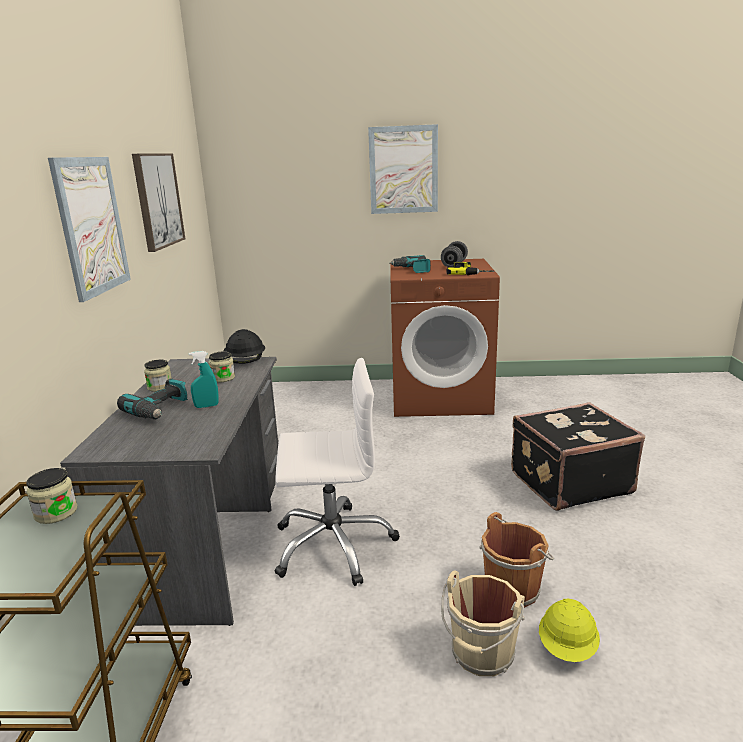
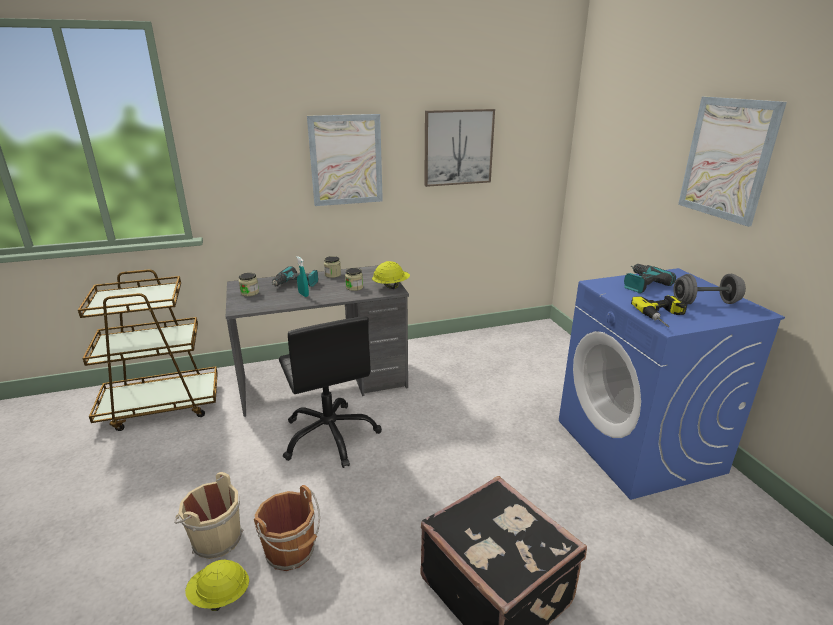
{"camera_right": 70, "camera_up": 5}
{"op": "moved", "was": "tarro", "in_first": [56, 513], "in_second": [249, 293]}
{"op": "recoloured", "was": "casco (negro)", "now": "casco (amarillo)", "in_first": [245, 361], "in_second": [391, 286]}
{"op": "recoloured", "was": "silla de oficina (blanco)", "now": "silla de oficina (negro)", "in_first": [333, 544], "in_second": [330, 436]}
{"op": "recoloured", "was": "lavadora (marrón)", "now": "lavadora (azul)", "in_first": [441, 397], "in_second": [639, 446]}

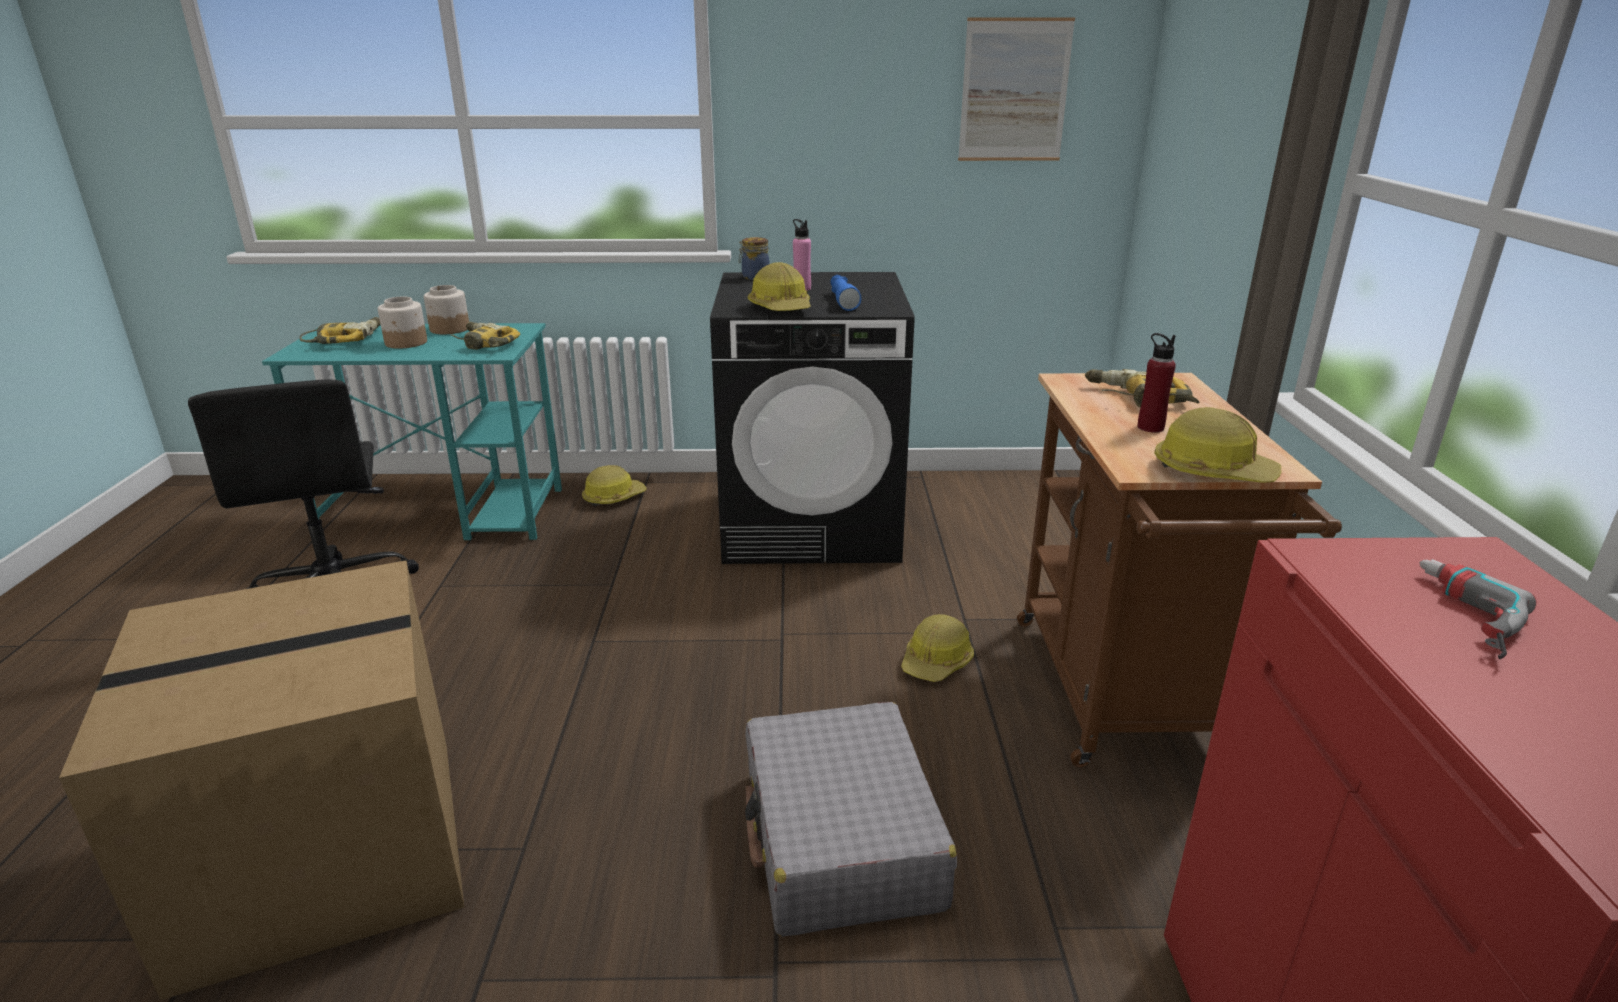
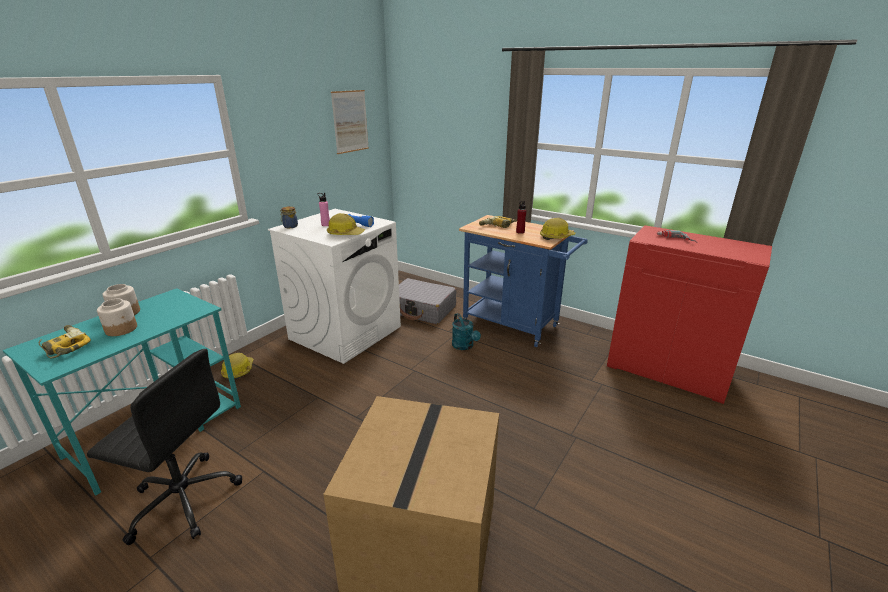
{"camera_right": -55, "camera_up": 0}
{"op": "removed", "was": "taladro", "in_first": [483, 344]}
{"op": "moved", "was": "maleta (gris)", "in_first": [840, 839], "in_second": [422, 309]}
{"op": "replaced", "was": "casco", "now": "regadera (turquesa)", "in_first": [936, 662], "in_second": [464, 346]}
{"op": "recoloured", "was": "lavadora (negro)", "now": "lavadora (blanco)", "in_first": [812, 524], "in_second": [346, 332]}
{"op": "recoloured", "was": "carrito (marrón)", "now": "carrito (azul)", "in_first": [1122, 699], "in_second": [515, 326]}

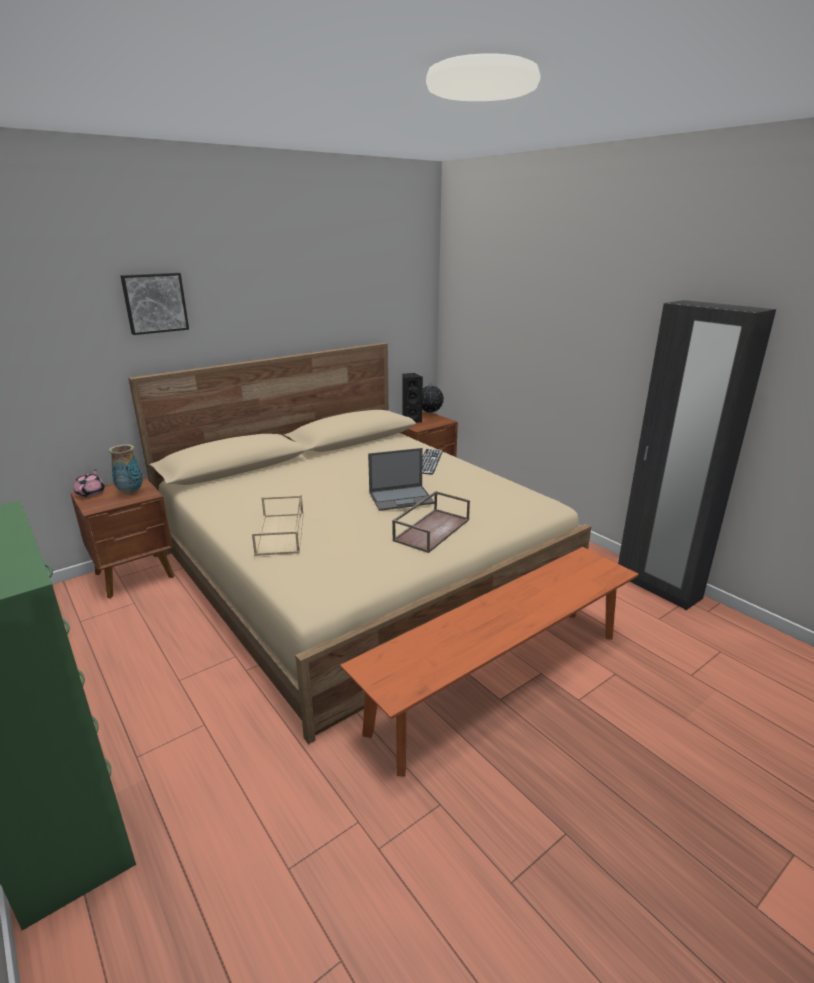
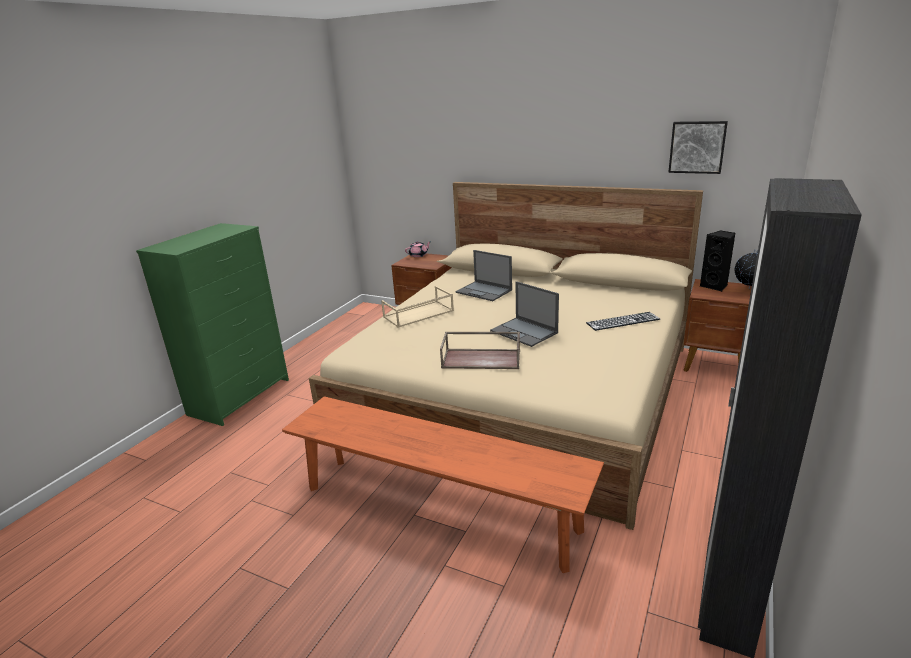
{"camera_right": 65, "camera_up": 0}
{"op": "removed", "was": "florero", "in_first": [130, 492]}
{"op": "added", "now": "portátil", "in_second": [484, 291]}
{"op": "moved", "was": "cuadro", "in_first": [155, 303], "in_second": [697, 147]}

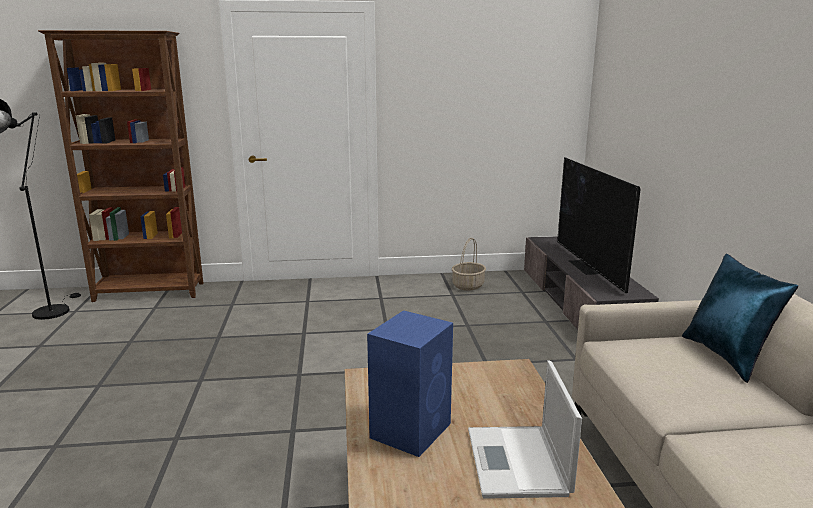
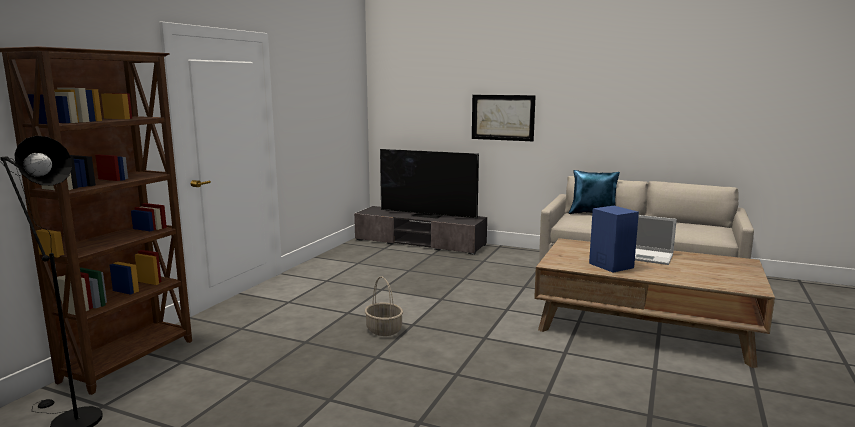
{"camera_right": -60, "camera_up": -5}
{"op": "added", "now": "cuadro", "in_second": [503, 117]}
{"op": "moved", "was": "cesta", "in_first": [468, 285], "in_second": [383, 330]}

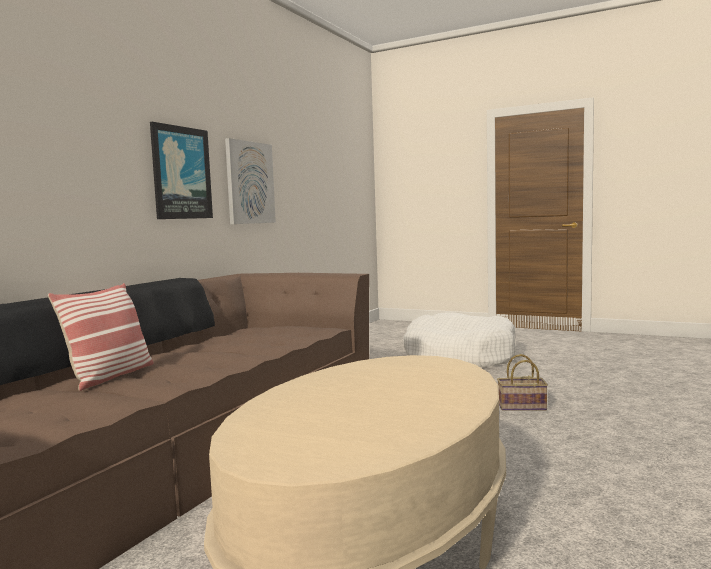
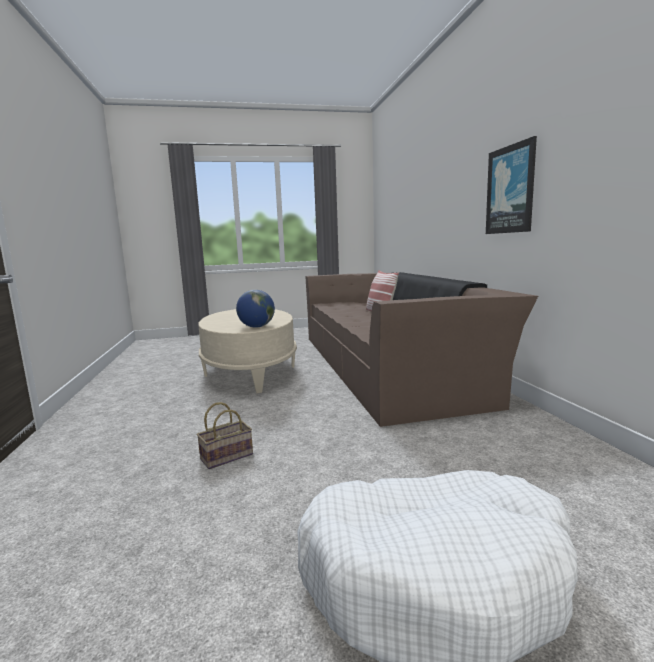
{"camera_right": 140, "camera_up": 5}
{"op": "removed", "was": "cuadro", "in_first": [249, 183]}
{"op": "added", "now": "globo terráqueo", "in_second": [257, 327]}

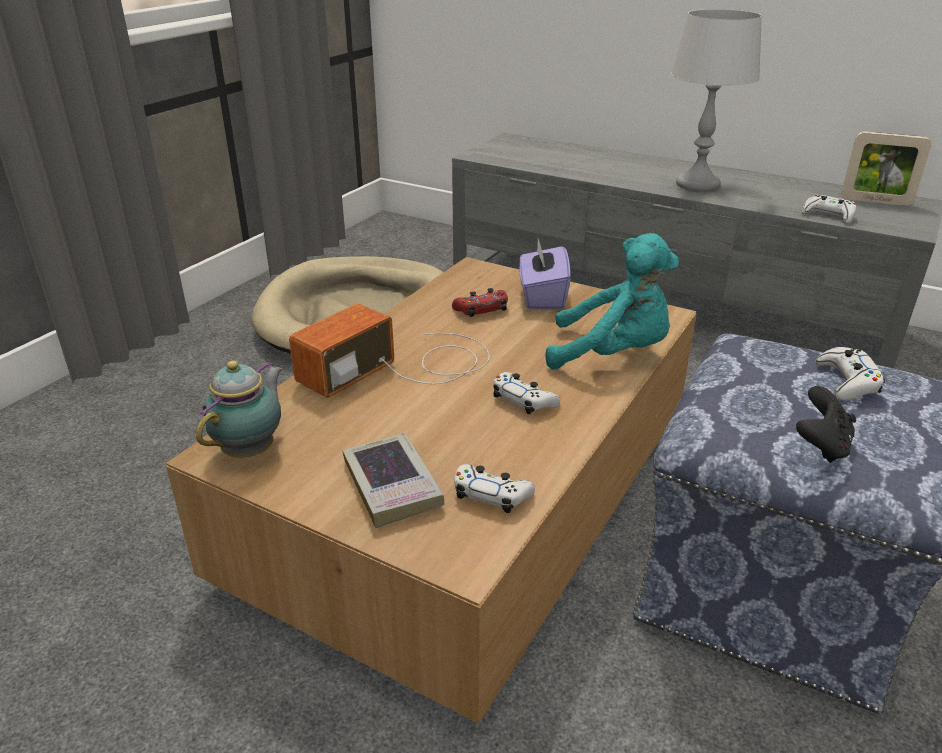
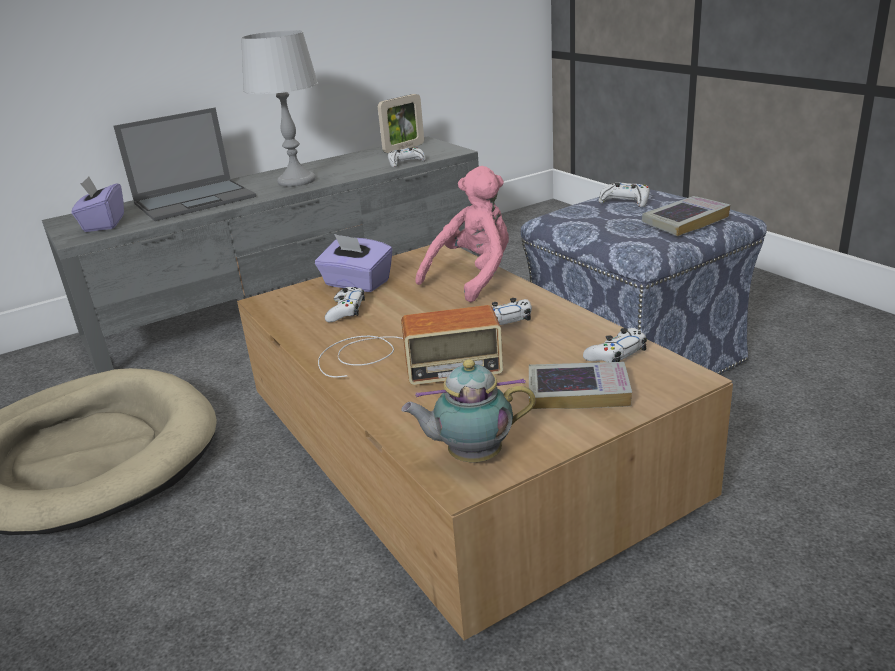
{"camera_right": -60, "camera_up": -5}
{"op": "added", "now": "caja de pañuelos (morado)", "in_second": [103, 223]}
{"op": "added", "now": "portátil", "in_second": [196, 200]}
{"op": "replaced", "was": "mando de consola (negro)", "now": "libro", "in_first": [821, 446], "in_second": [685, 221]}
{"op": "recoloured", "was": "mando de consola (rojo)", "now": "mando de consola (blanco)", "in_first": [481, 309], "in_second": [346, 311]}
{"op": "recoloured", "was": "peluche (turquesa)", "now": "peluche (rosa)", "in_first": [612, 354], "in_second": [473, 277]}
{"op": "turned", "was": "tetera", "in_first": [252, 449], "in_second": [471, 456], "clockwise": -60}
{"op": "turned", "was": "radio", "in_first": [404, 366], "in_second": [402, 360], "clockwise": -75}

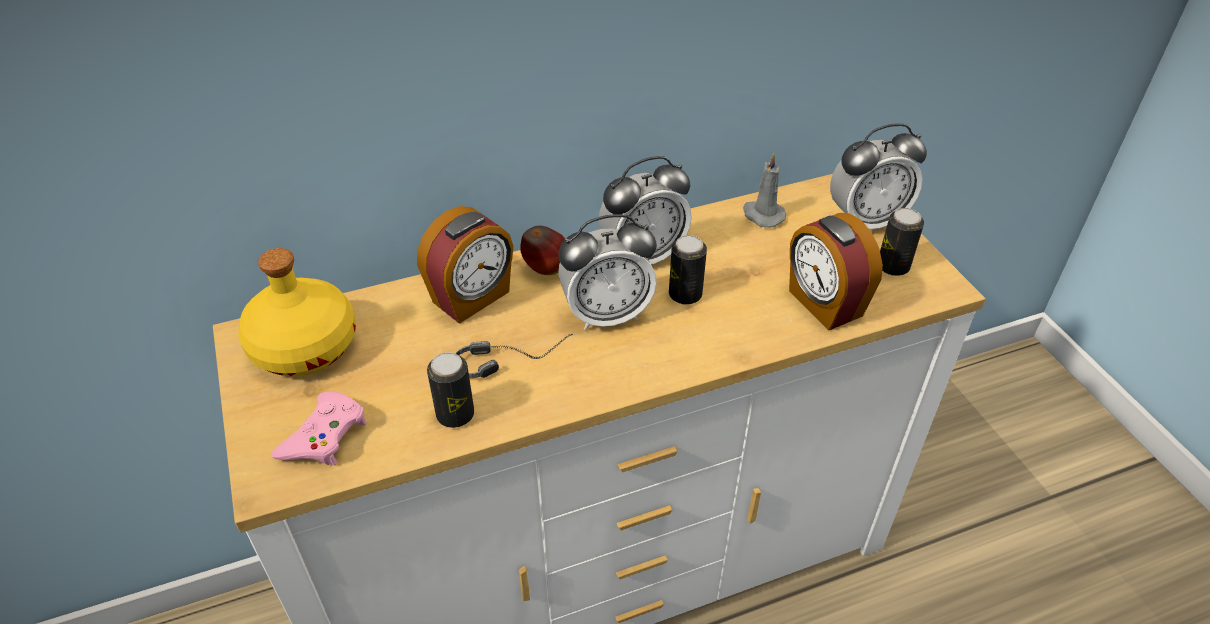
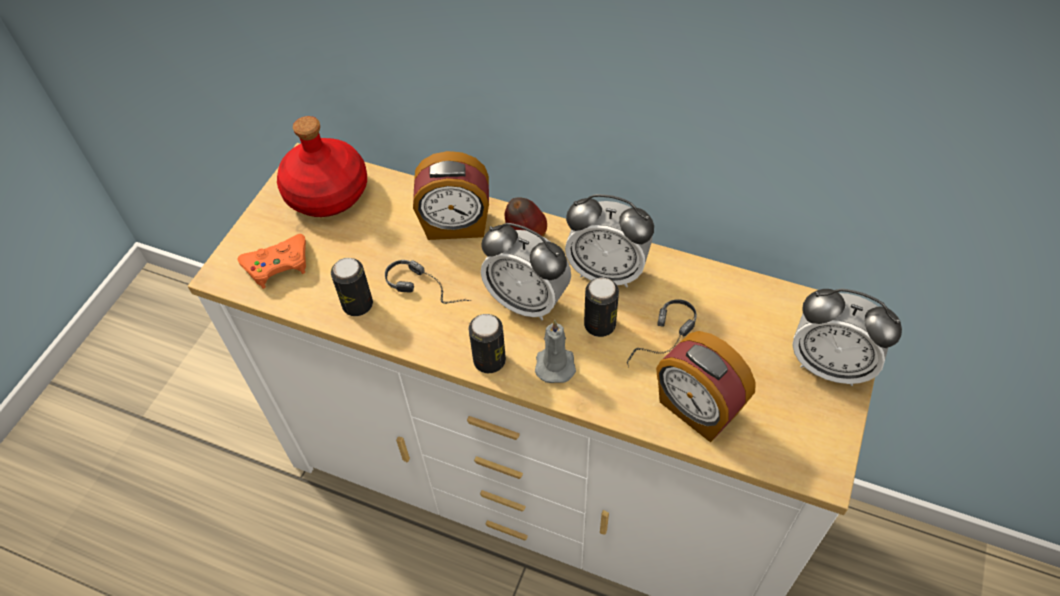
{"camera_right": 45, "camera_up": 10}
{"op": "added", "now": "auriculares", "in_second": [662, 345]}
{"op": "moved", "was": "vela (gris)", "in_first": [762, 215], "in_second": [555, 363]}
{"op": "moved", "was": "lata", "in_first": [893, 266], "in_second": [489, 361]}
{"op": "recoloured", "was": "botella (amarillo)", "now": "botella (rojo)", "in_first": [306, 346], "in_second": [328, 193]}
{"op": "recoloured", "was": "mando de consola (rosa)", "now": "mando de consola (naranja)", "in_first": [324, 436], "in_second": [277, 264]}
{"op": "turned", "was": "despertador", "in_first": [823, 304], "in_second": [696, 409], "clockwise": -60}

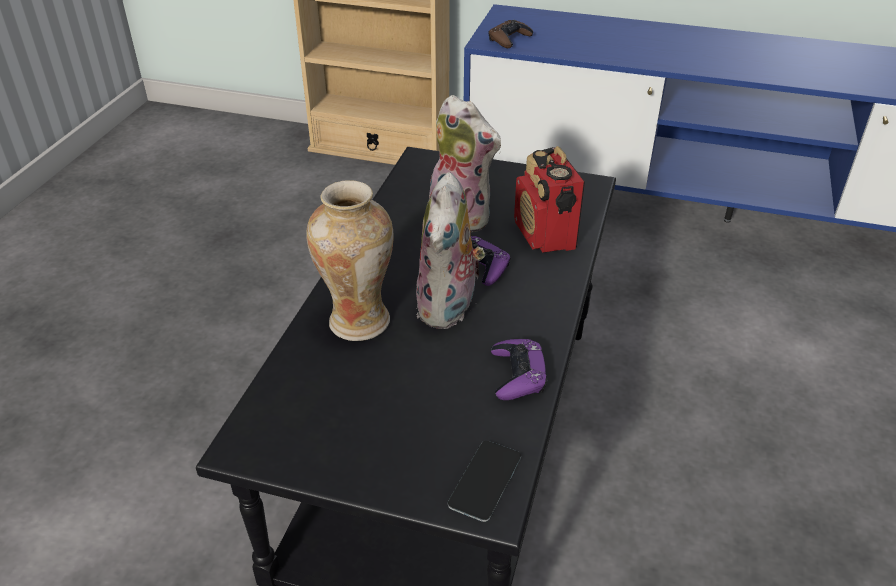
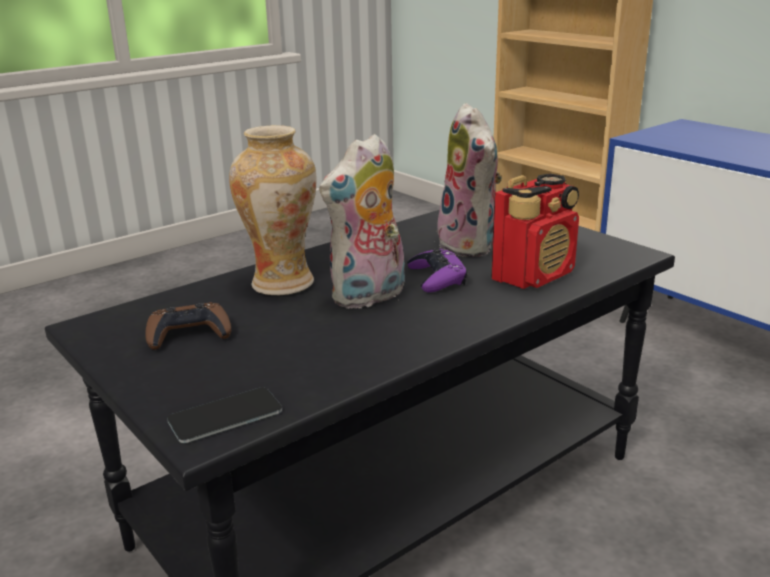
{"camera_right": 35, "camera_up": -15}
{"op": "removed", "was": "mando de consola (morado)", "in_first": [518, 375]}
{"op": "moved", "was": "mando de consola (marrón)", "in_first": [509, 39], "in_second": [189, 334]}
{"op": "turned", "was": "radio", "in_first": [545, 236], "in_second": [534, 275], "clockwise": -150}

